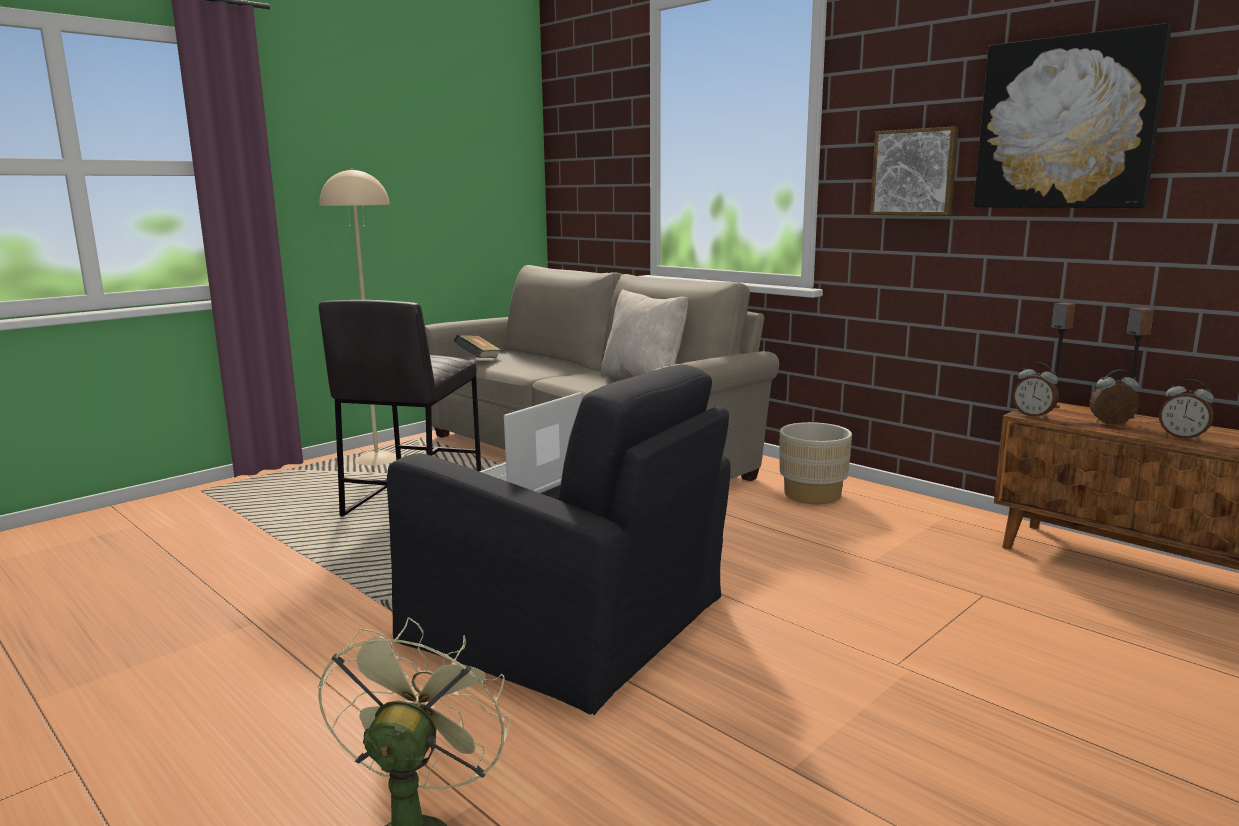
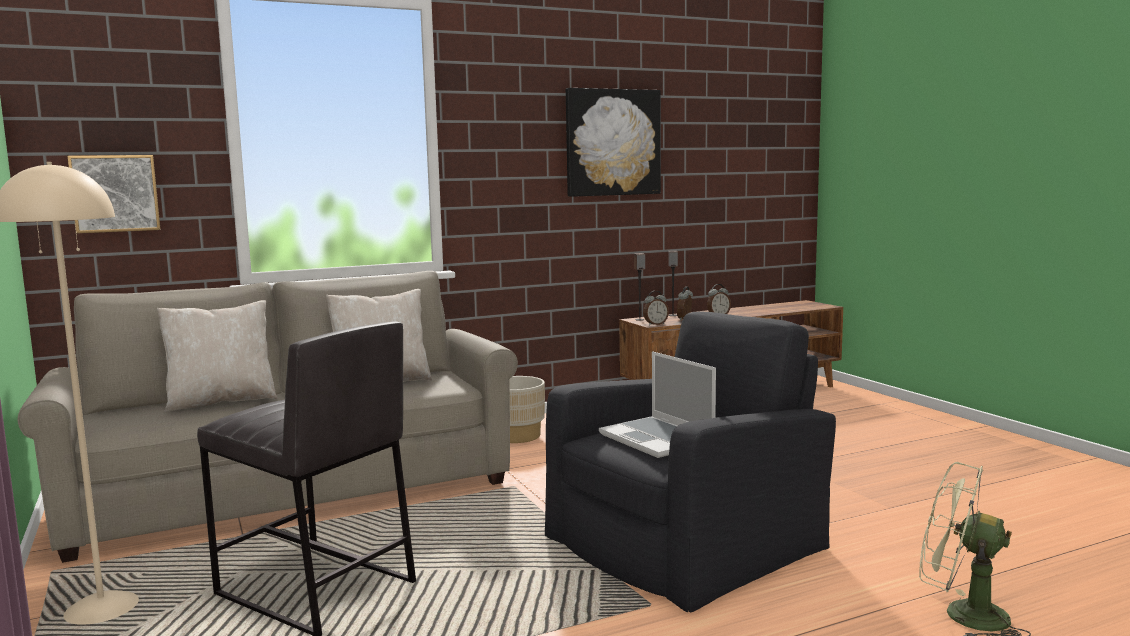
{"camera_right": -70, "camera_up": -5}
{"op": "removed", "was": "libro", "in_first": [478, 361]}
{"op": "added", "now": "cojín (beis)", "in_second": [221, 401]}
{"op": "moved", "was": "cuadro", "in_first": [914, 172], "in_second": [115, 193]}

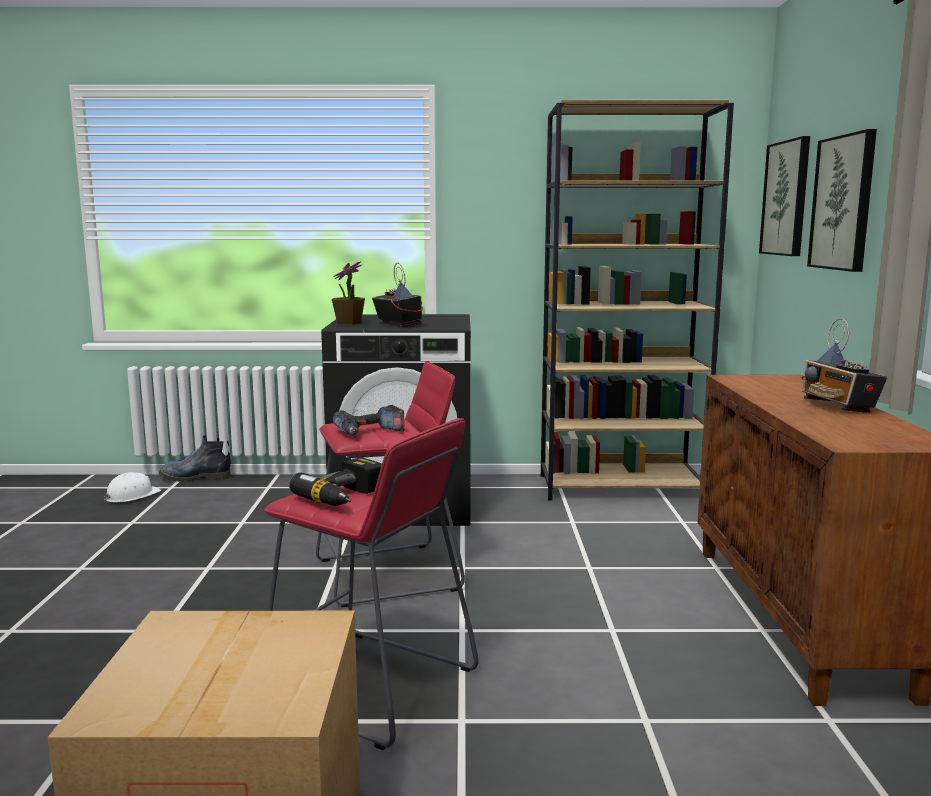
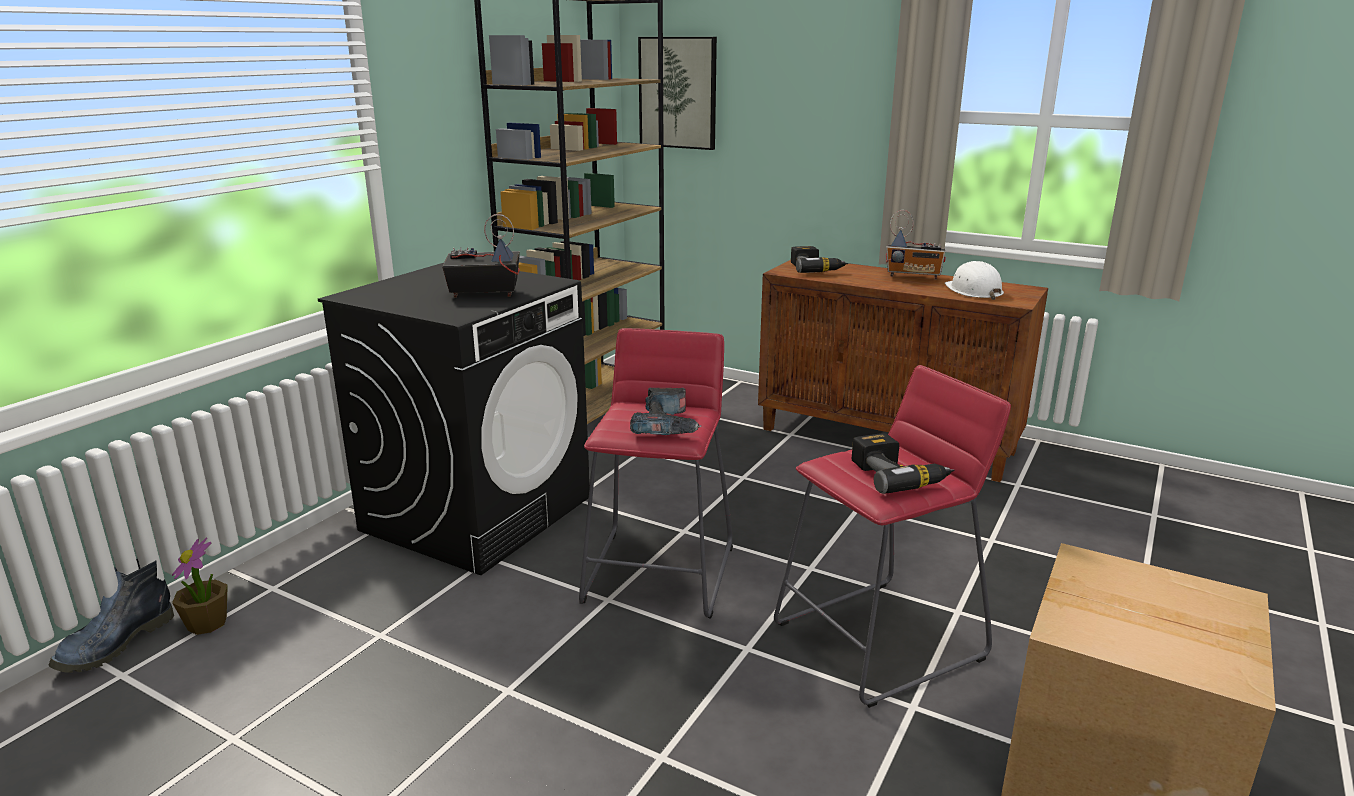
{"camera_right": -60, "camera_up": 10}
{"op": "removed", "was": "cuadro", "in_first": [843, 203]}
{"op": "added", "now": "taladro", "in_second": [816, 268]}
{"op": "moved", "was": "casco (blanco)", "in_first": [132, 496], "in_second": [973, 291]}
{"op": "moved", "was": "planta en maceta", "in_first": [349, 323], "in_second": [207, 623]}

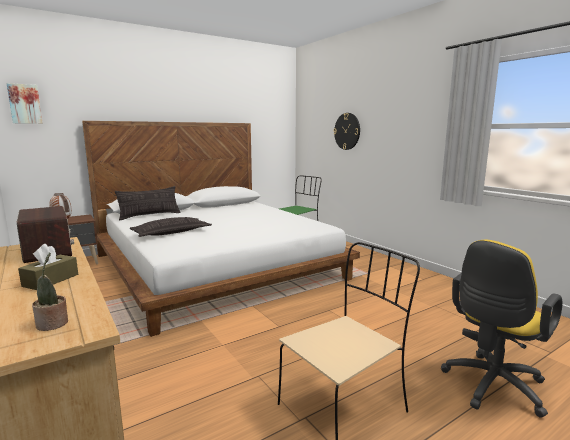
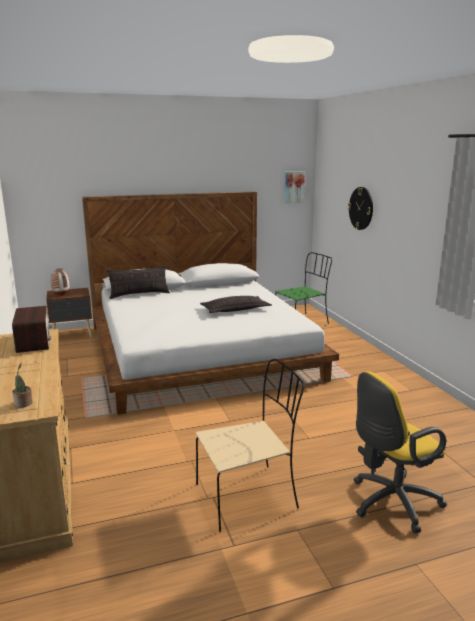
{"camera_right": 15, "camera_up": 5}
{"op": "removed", "was": "caja de pañuelos (marrón)", "in_first": [51, 280]}
{"op": "moved", "was": "cuadro", "in_first": [25, 104], "in_second": [293, 187]}
{"op": "moved", "was": "cojín", "in_first": [171, 232], "in_second": [235, 309]}

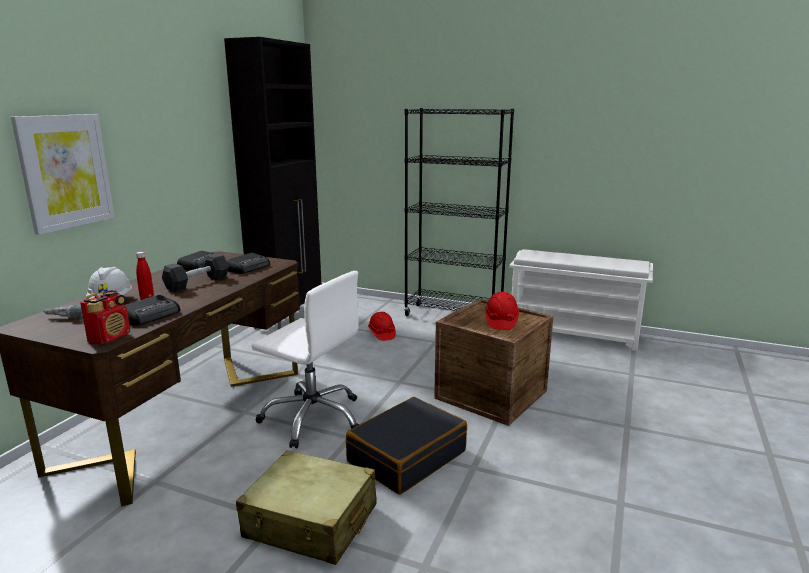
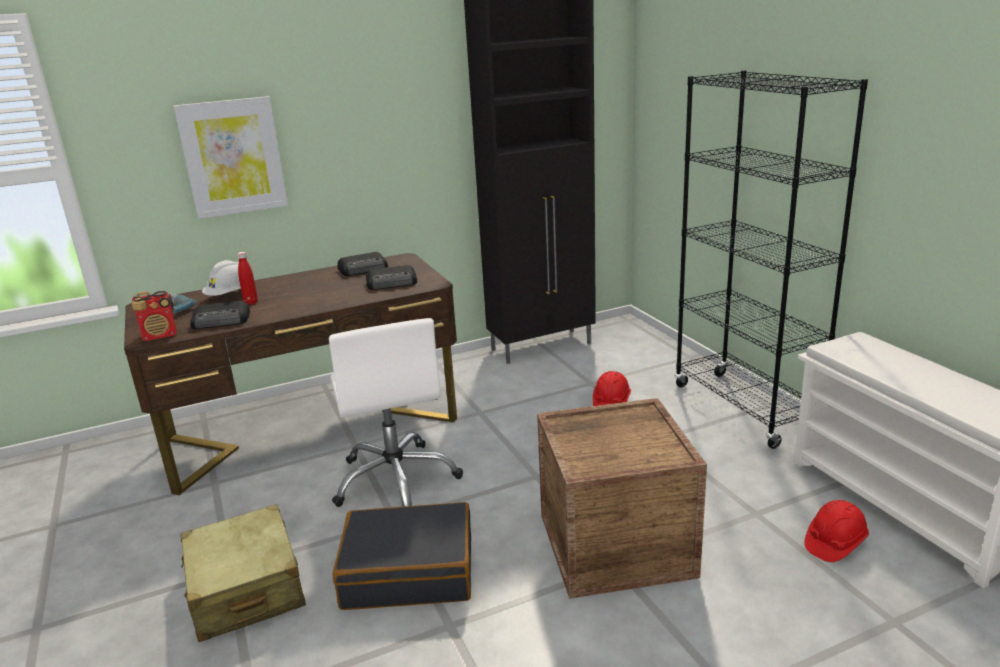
{"camera_right": 45, "camera_up": 5}
{"op": "removed", "was": "mancuerna (gris)", "in_first": [197, 283]}
{"op": "moved", "was": "casco (rojo)", "in_first": [501, 321], "in_second": [834, 543]}

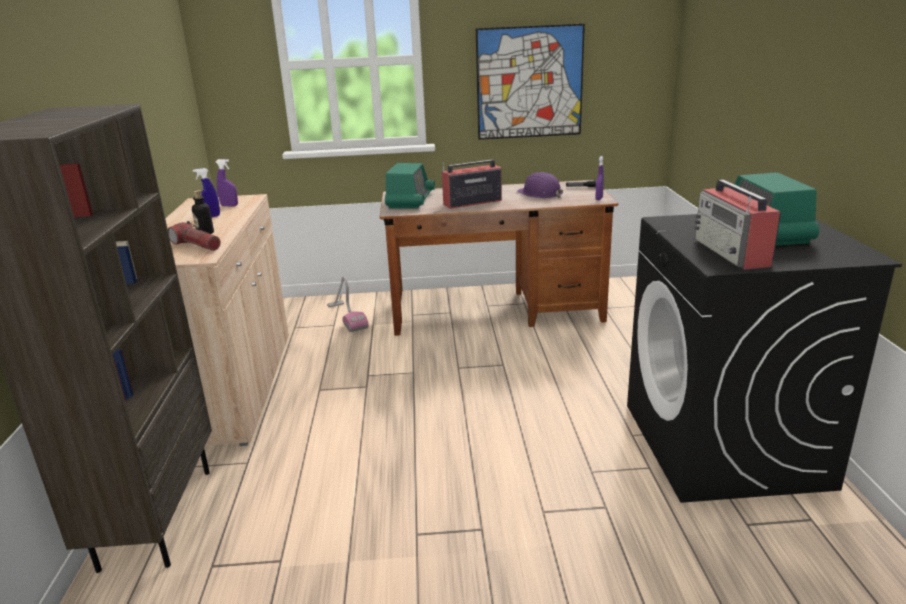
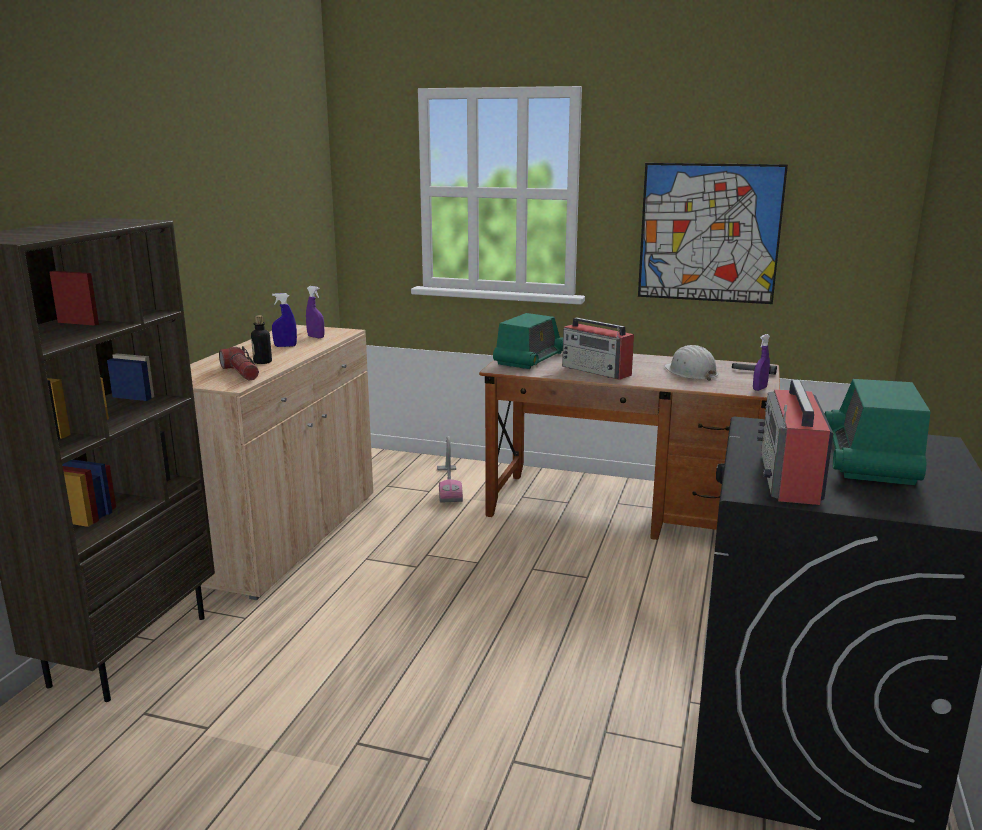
{"camera_right": 20, "camera_up": -5}
{"op": "recoloured", "was": "casco (morado)", "now": "casco (blanco)", "in_first": [540, 194], "in_second": [690, 372]}
{"op": "turned", "was": "radio", "in_first": [471, 202], "in_second": [597, 371], "clockwise": -135}

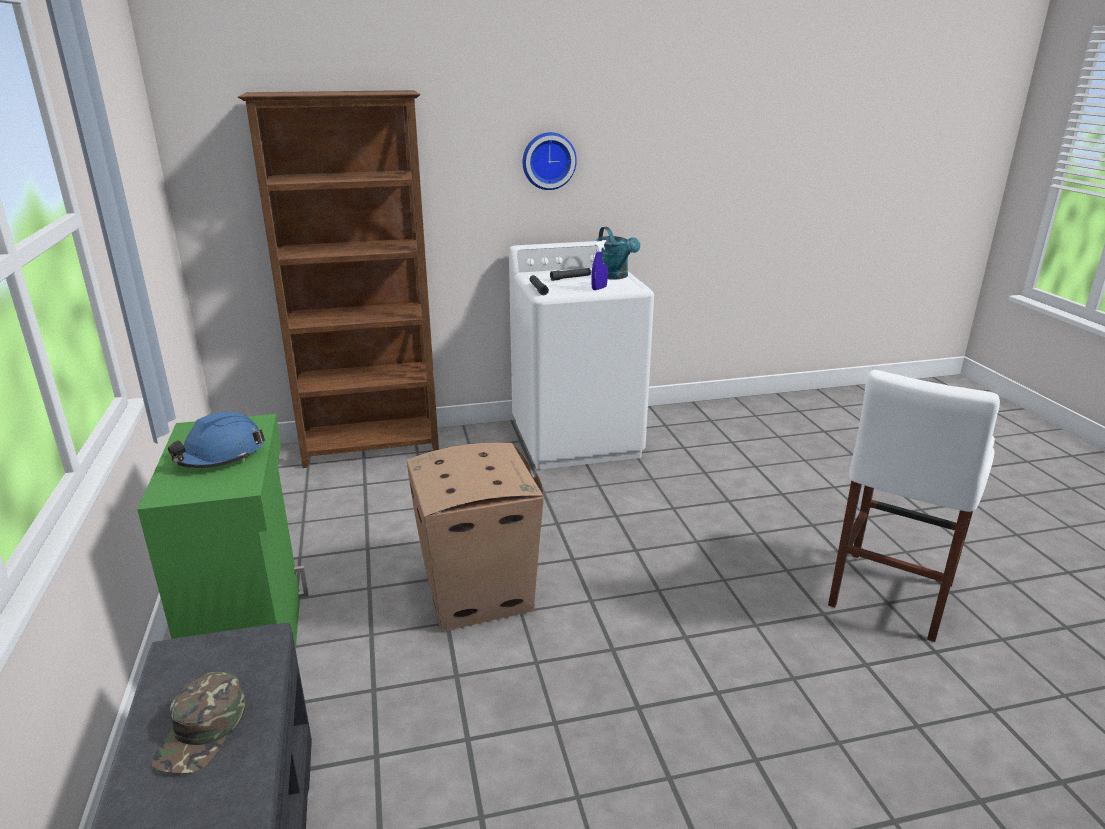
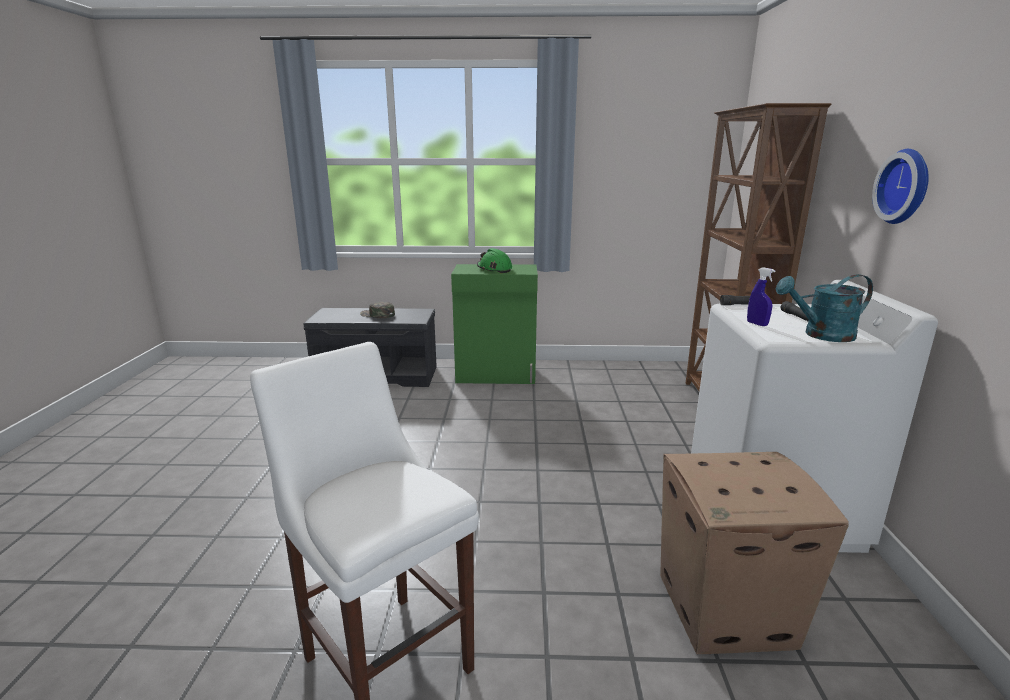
{"camera_right": 105, "camera_up": -5}
{"op": "moved", "was": "caja de cartón", "in_first": [478, 592], "in_second": [727, 610]}
{"op": "recoloured", "was": "casco (azul)", "now": "casco (verde)", "in_first": [221, 455], "in_second": [494, 269]}

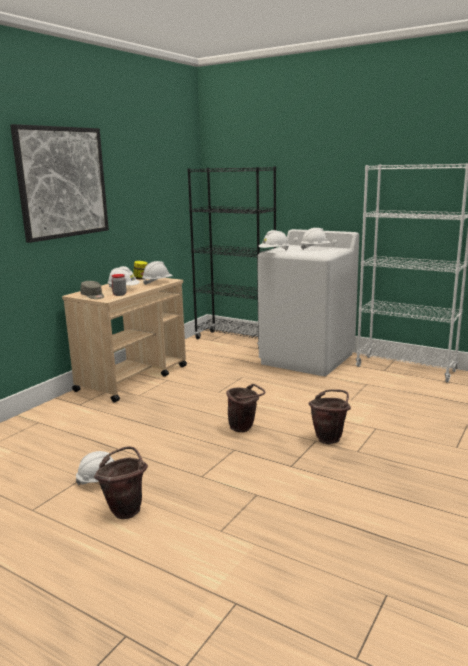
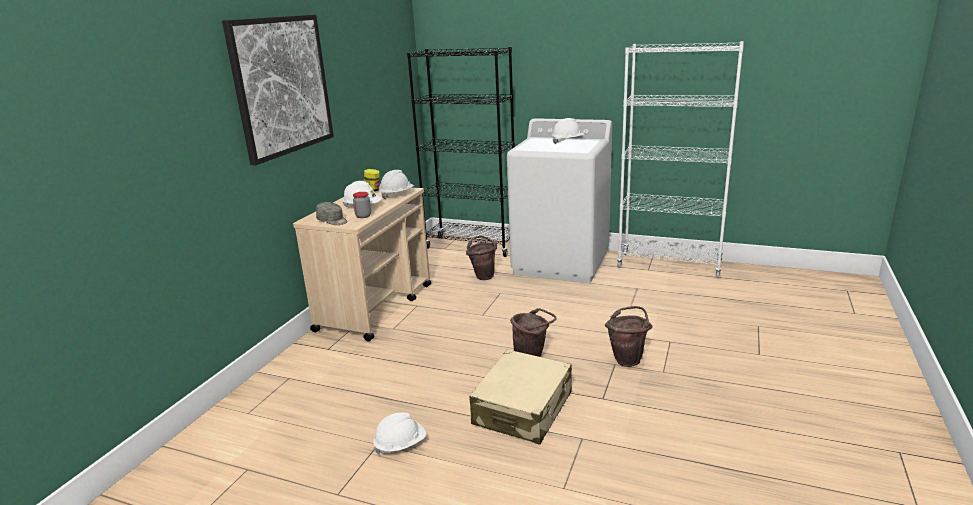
{"camera_right": -10, "camera_up": 5}
{"op": "removed", "was": "casco (blanco)", "in_first": [274, 251]}
{"op": "added", "now": "maleta (beis)", "in_second": [523, 409]}
{"op": "moved", "was": "cubo (marrón)", "in_first": [126, 509], "in_second": [483, 276]}

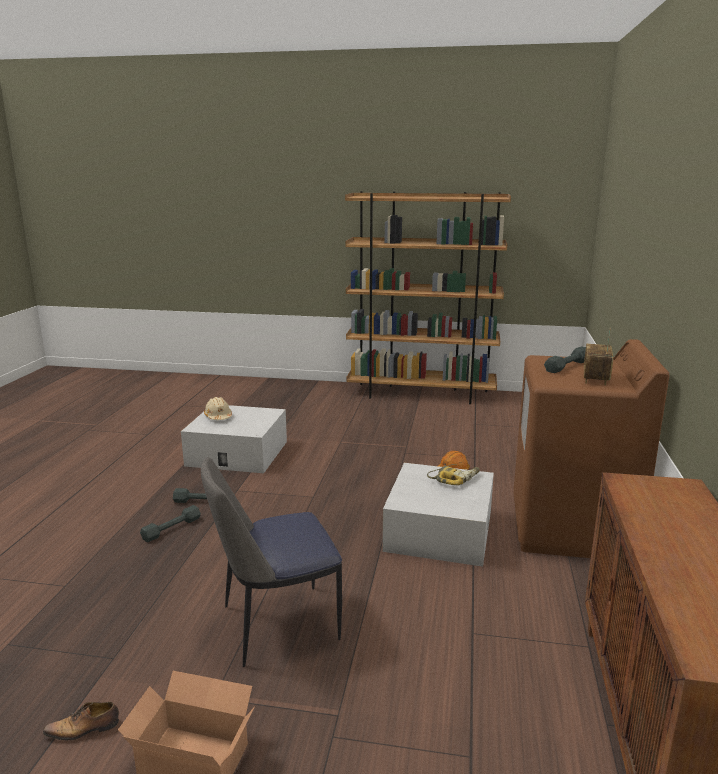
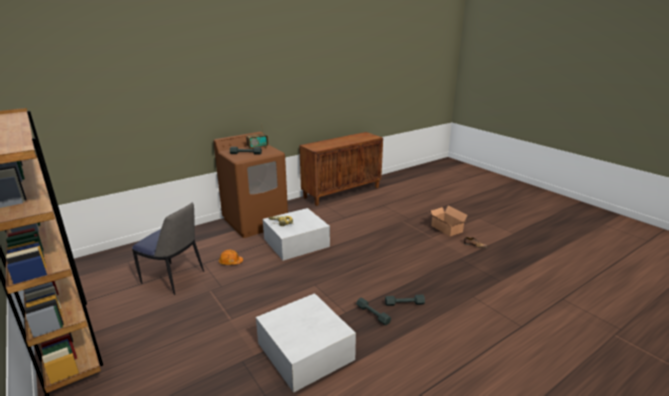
{"camera_right": -135, "camera_up": 5}
{"op": "removed", "was": "casco (beis)", "in_first": [218, 416]}
{"op": "moved", "was": "silla", "in_first": [276, 624], "in_second": [174, 278]}

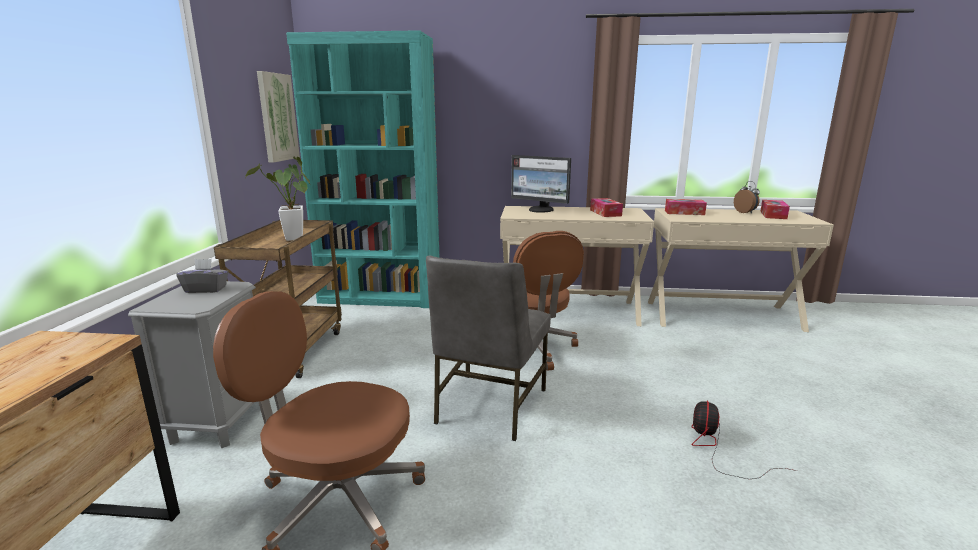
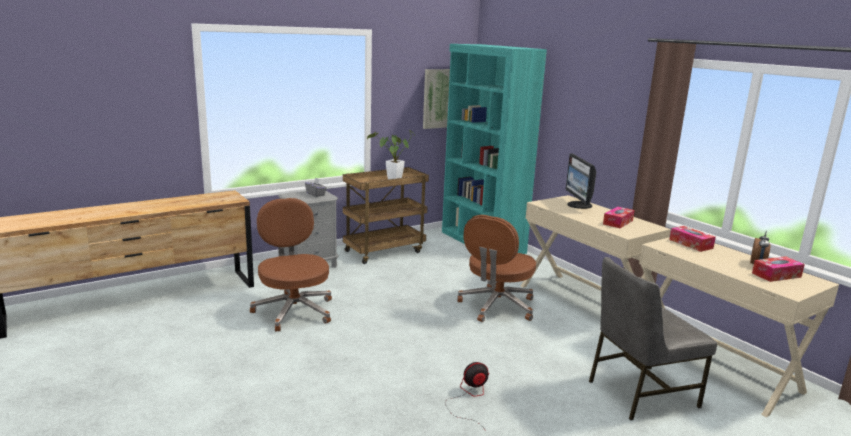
{"camera_right": 50, "camera_up": 0}
{"op": "moved", "was": "silla (gris)", "in_first": [489, 406], "in_second": [640, 393]}

